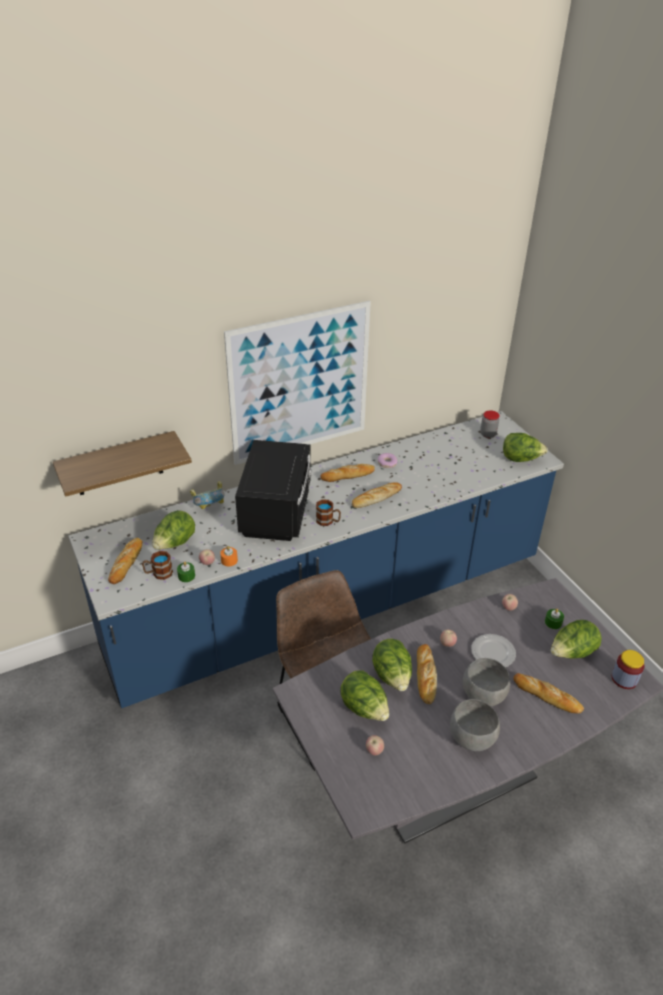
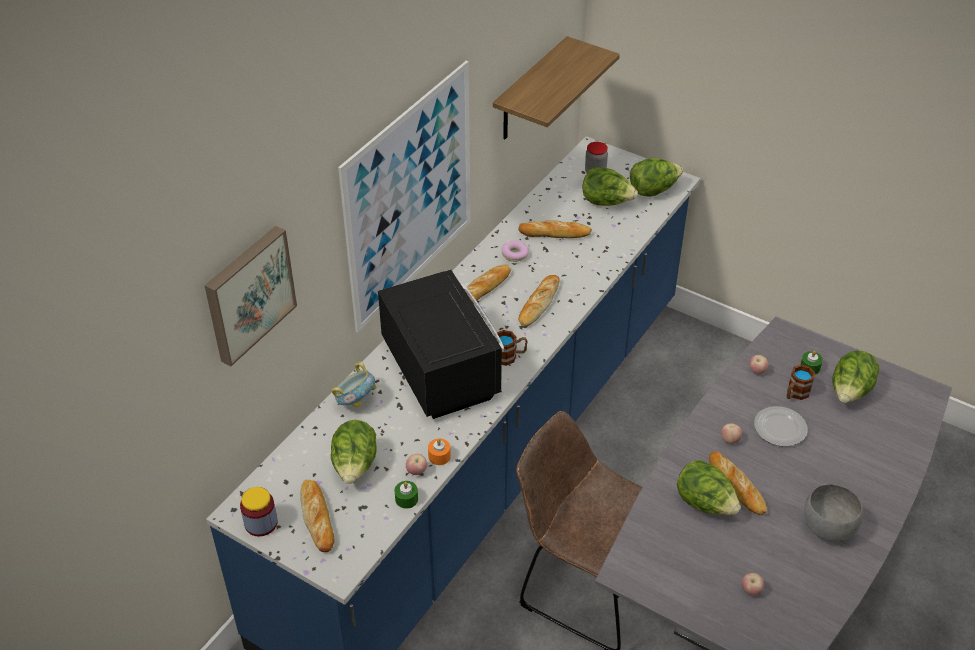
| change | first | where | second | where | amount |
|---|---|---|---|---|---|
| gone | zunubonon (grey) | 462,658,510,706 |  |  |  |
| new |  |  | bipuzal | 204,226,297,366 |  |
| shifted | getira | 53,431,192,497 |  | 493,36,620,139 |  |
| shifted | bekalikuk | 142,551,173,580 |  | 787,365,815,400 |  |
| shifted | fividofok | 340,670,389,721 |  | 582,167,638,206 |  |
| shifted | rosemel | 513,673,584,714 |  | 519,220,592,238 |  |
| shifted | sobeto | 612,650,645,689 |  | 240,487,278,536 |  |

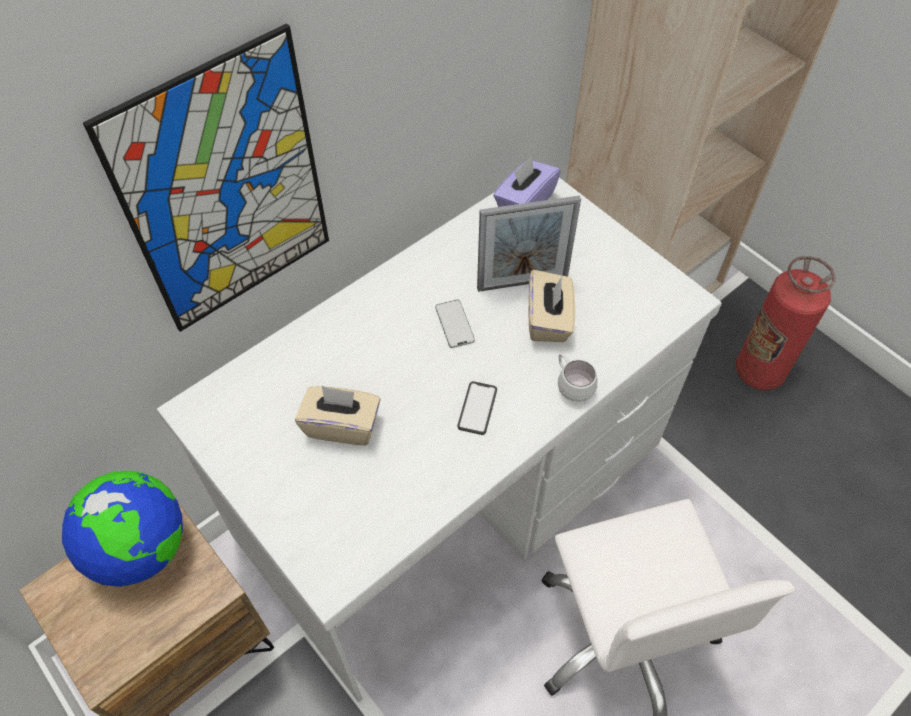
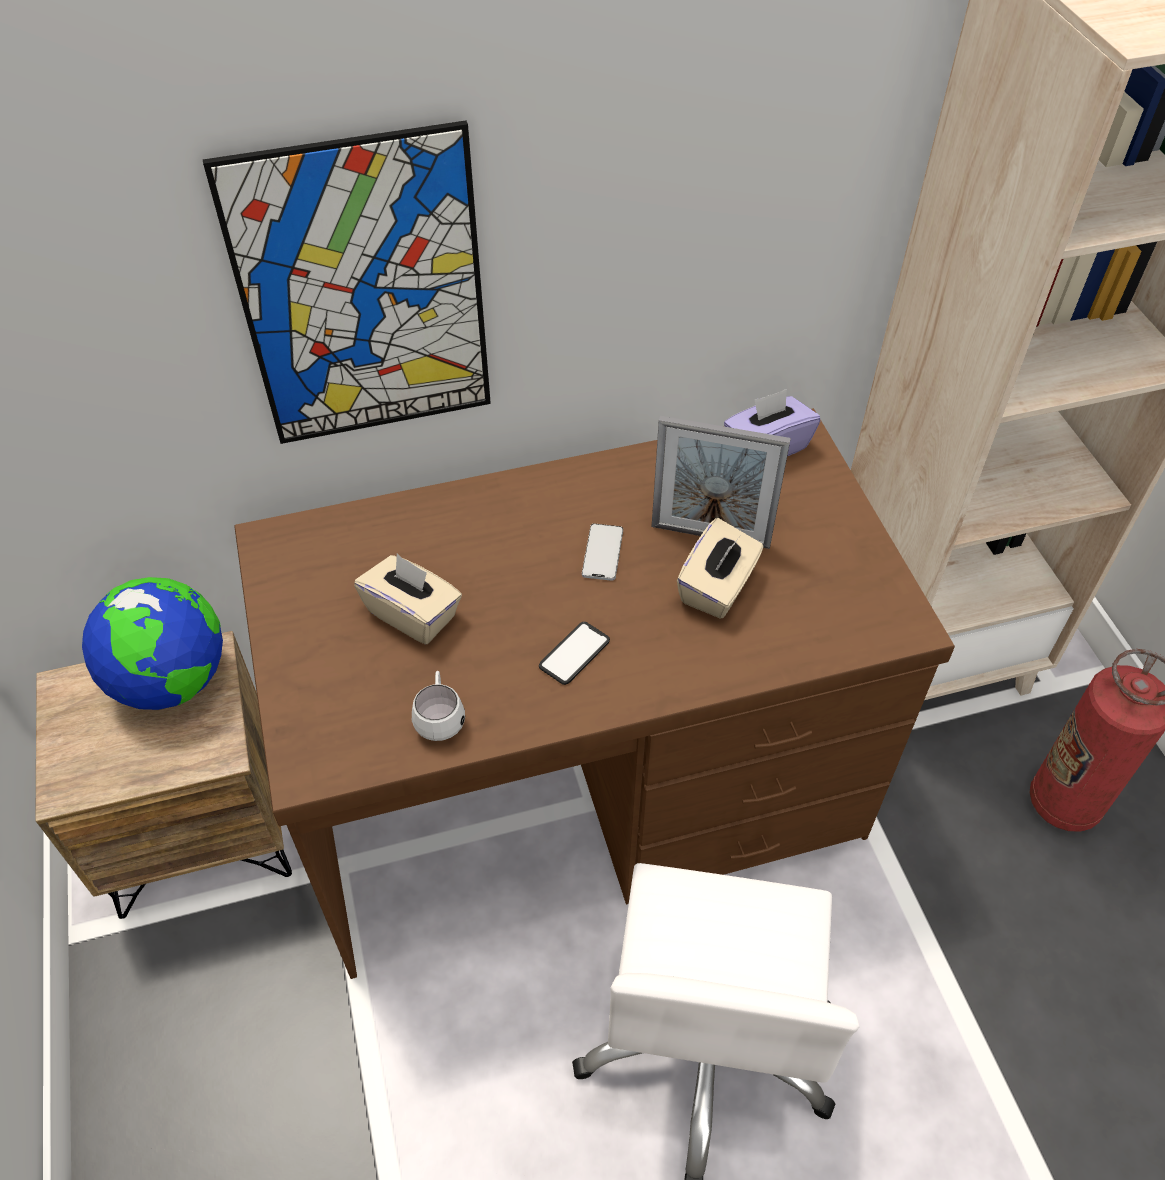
| change | first | where | second | where | amount |
|---|---|---|---|---|---|
| shifted | bekalikuk (white) | 558,353,597,402 |  | 412,671,465,741 |  |
| repainted | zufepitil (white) | 157,177,722,702 | zufepitil (brown) | 234,408,955,979 |  |

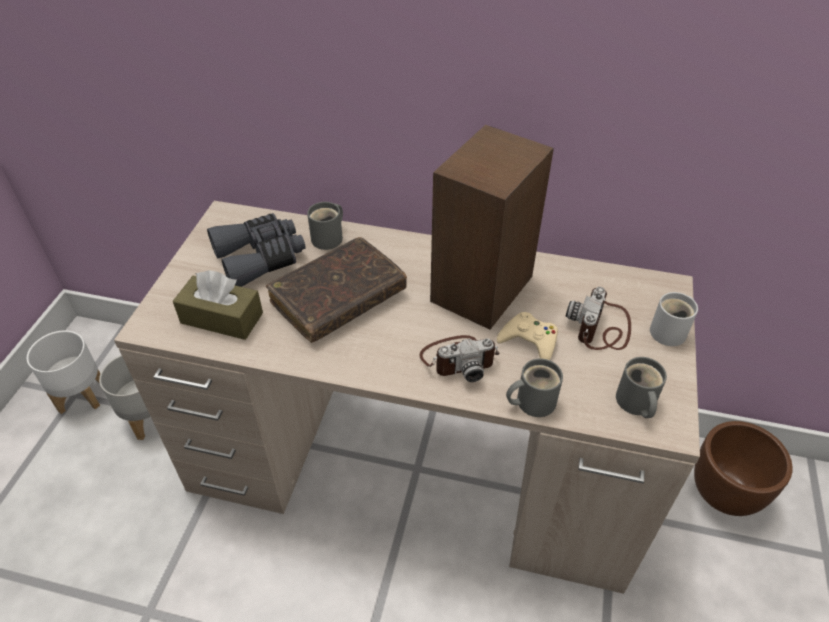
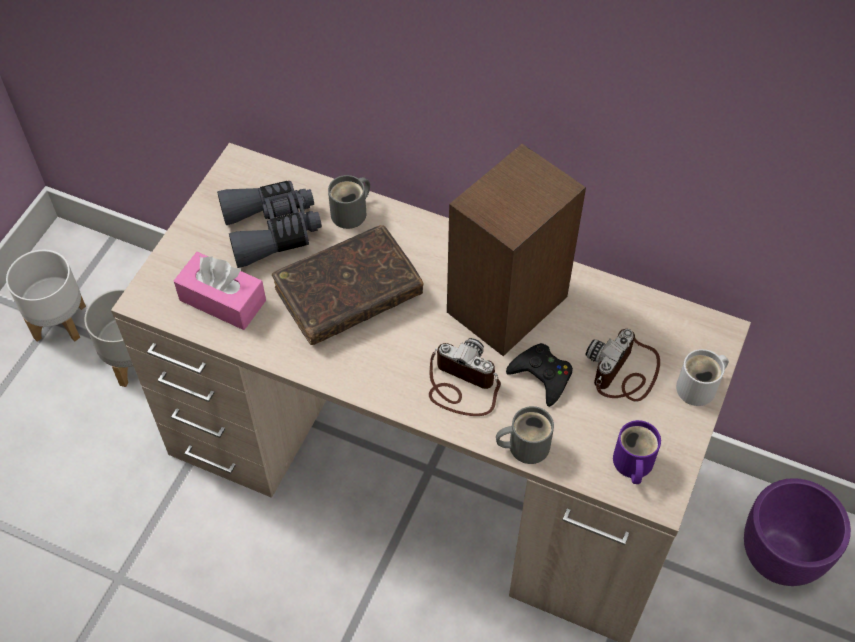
| change | first | where | second | where | amount |
|---|---|---|---|---|---|
| repainted | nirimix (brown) | 173,270,263,340 | nirimix (pink) | 174,252,266,330 |  |
| repainted | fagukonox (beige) | 497,312,558,360 | fagukonox (black) | 506,343,573,407 |  |
| repainted | bekalikuk (grey) | 616,357,667,418 | bekalikuk (purple) | 613,420,661,484 |  |
| repainted | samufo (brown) | 694,421,793,516 | samufo (purple) | 744,478,851,586 |  |
| rotated | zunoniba | 420,335,500,382 |  | 429,338,501,416 | 150 degrees counterclockwise |

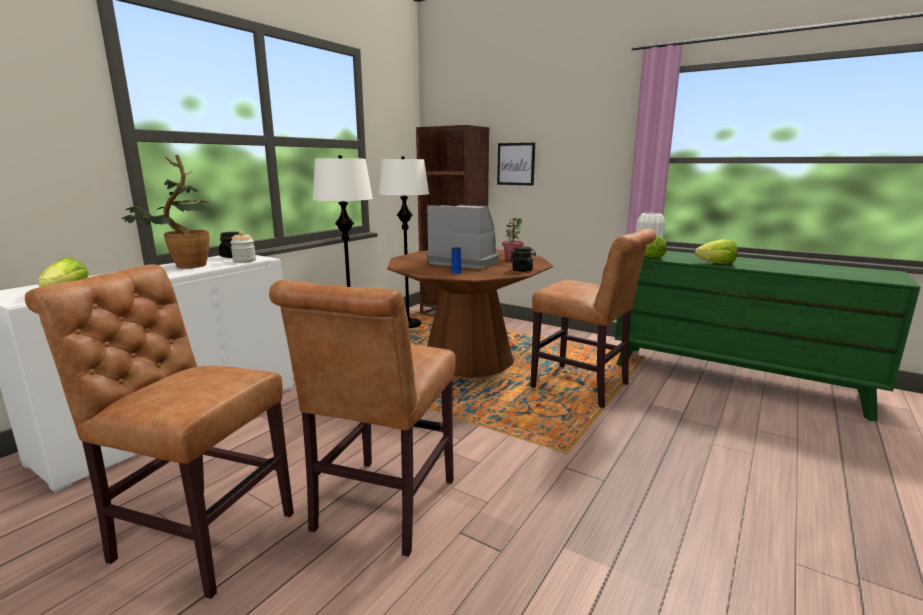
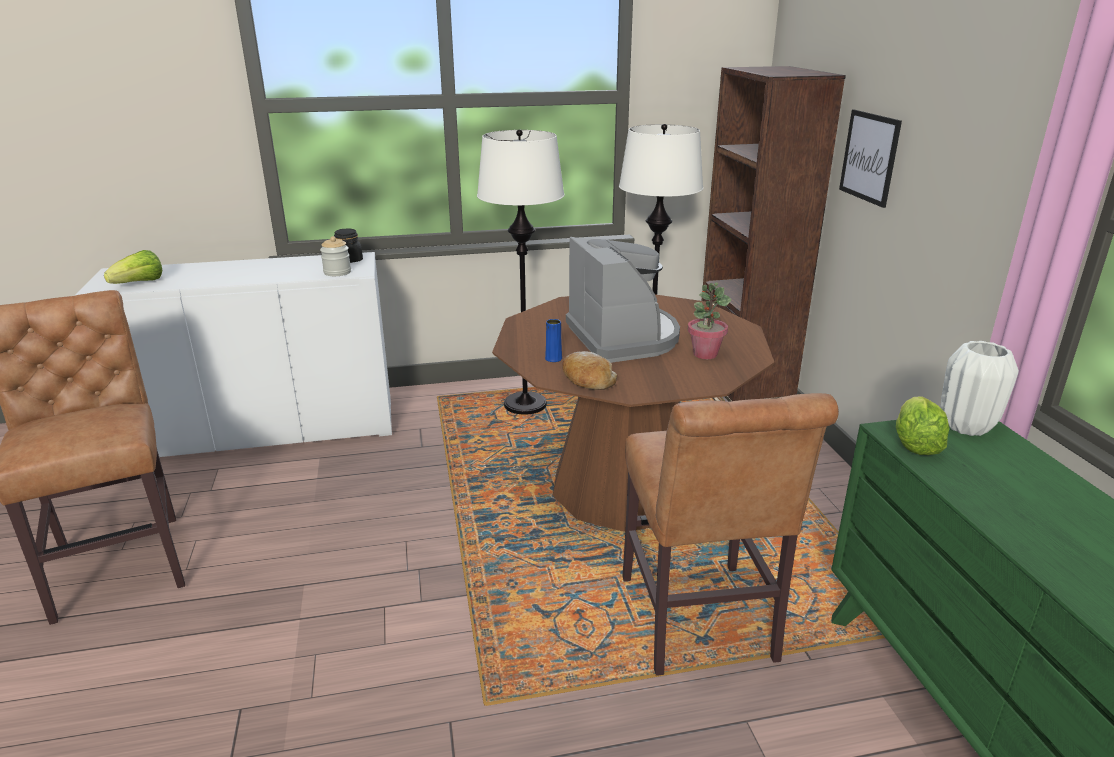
| change | first | where | second | where | amount |
|---|---|---|---|---|---|
| gone | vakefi | 121,155,211,268 |  |  |  |
| gone | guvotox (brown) | 269,280,456,557 |  |  |  |
| gone | sobeto (black) | 510,246,536,272 |  |  |  |
| gone | fividofok | 695,239,738,264 |  |  |  |
| new |  |  | rosemel | 562,351,617,390 |  |

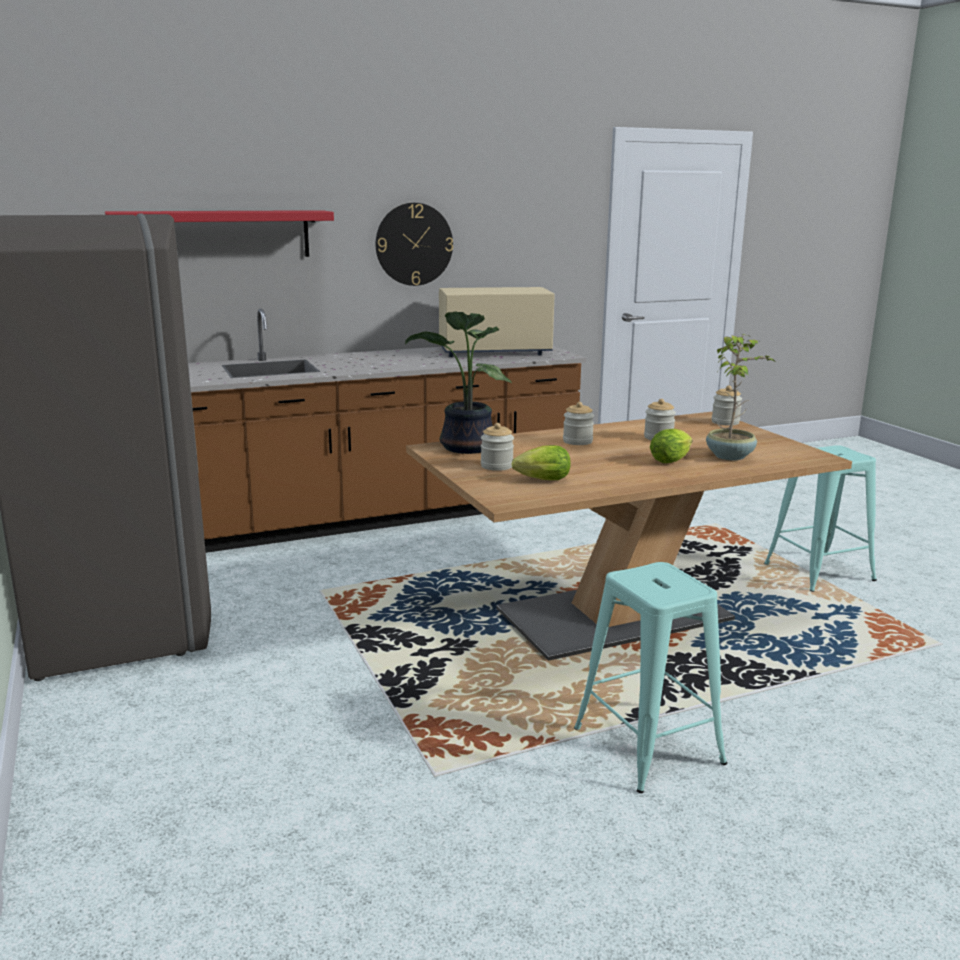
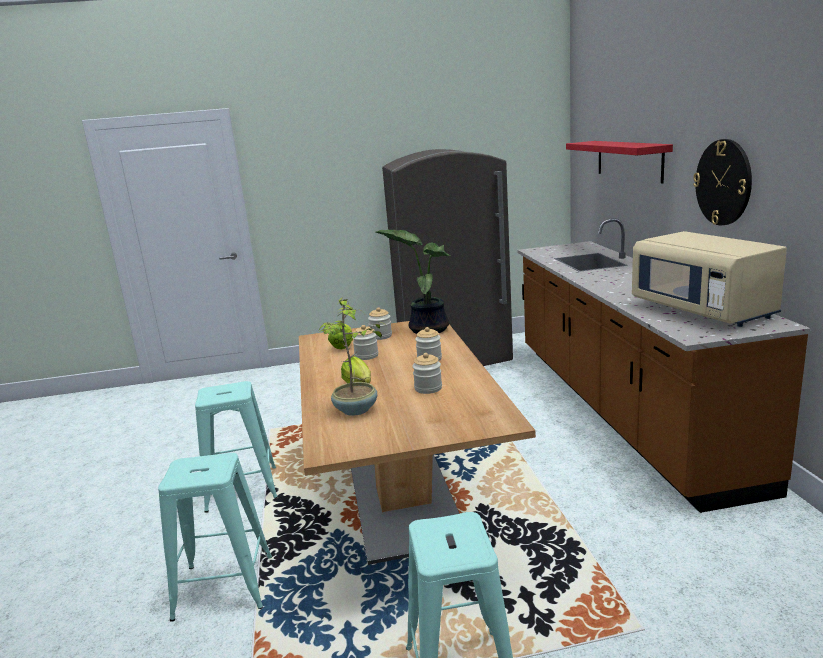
| change | first | where | second | where | amount |
|---|---|---|---|---|---|
| new |  |  | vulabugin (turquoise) | 158,453,272,622 |  |
| shifted | sobeto | 712,385,742,426 |  | 352,325,378,360 |  |
| rotated | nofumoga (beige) | 439,287,555,357 |  | 632,231,787,327 | 150 degrees clockwise |

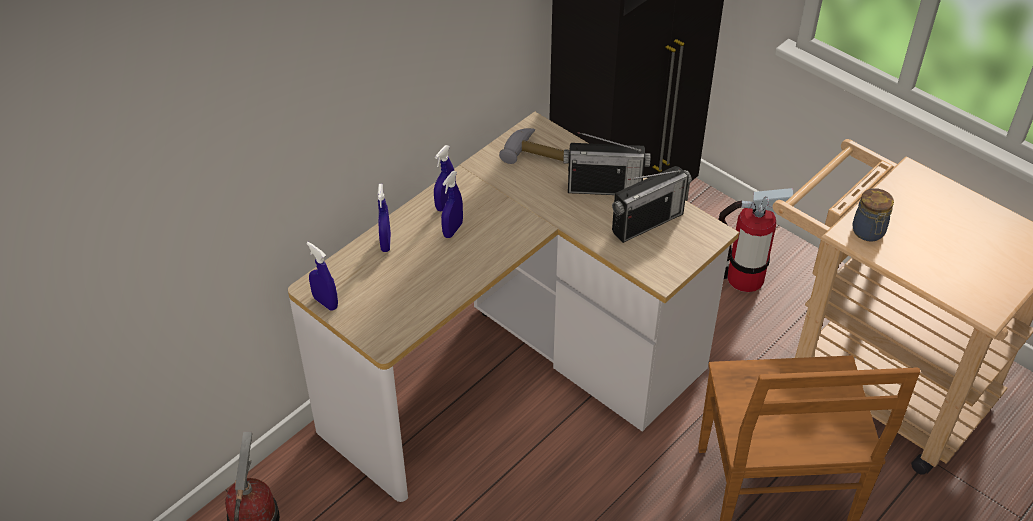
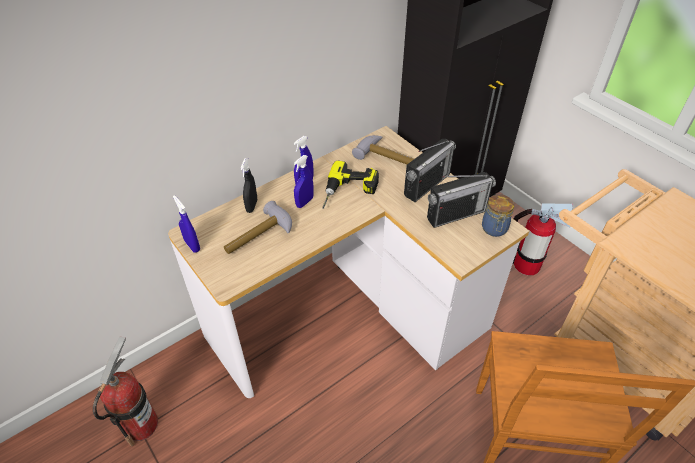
| change | first | where | second | where | amount |
|---|---|---|---|---|---|
| new |  |  | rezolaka | 224,201,292,254 |  |
| new |  |  | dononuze | 322,160,379,209 |  |
| shifted | sobeto | 852,188,894,241 |  | 482,194,514,237 |  |
| repainted | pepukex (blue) | 377,184,391,252 | pepukex (black) | 240,158,257,213 |  |
| rotated | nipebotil | 563,132,651,195 |  | 404,139,456,202 | 60 degrees counterclockwise |

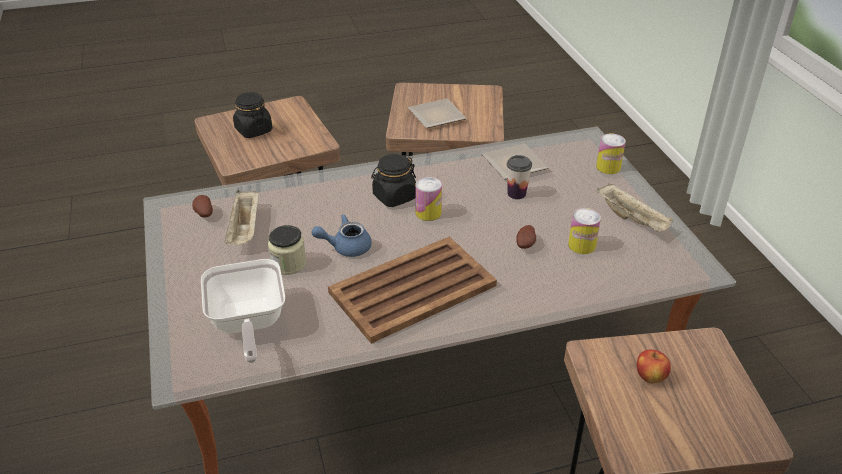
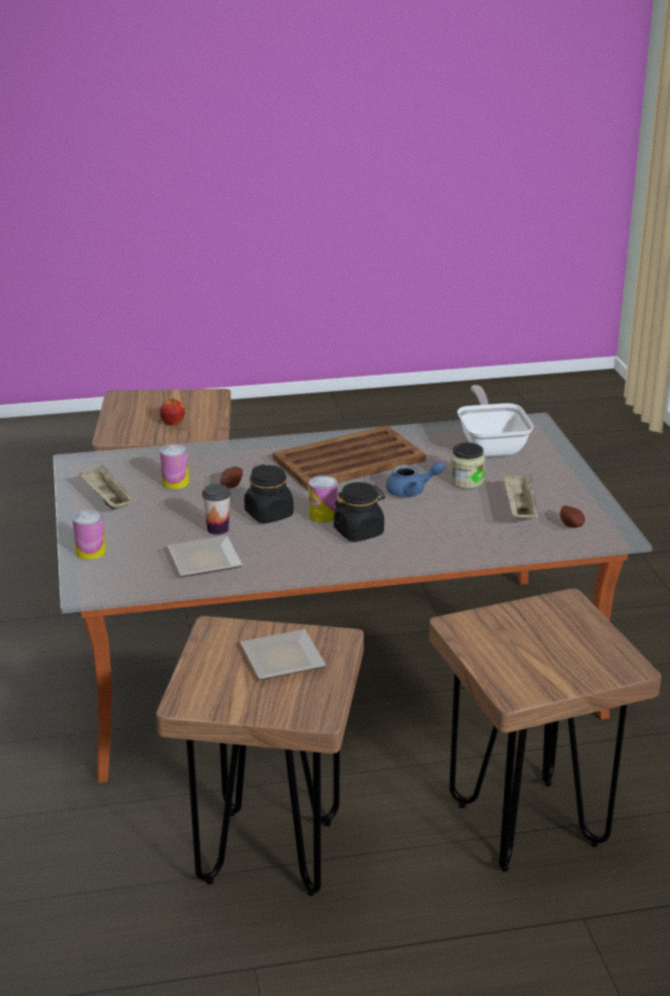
| change | first | where | second | where | amount |
|---|---|---|---|---|---|
| shifted | sobeto (black) | 233,92,273,138 |  | 244,464,294,523 |  |

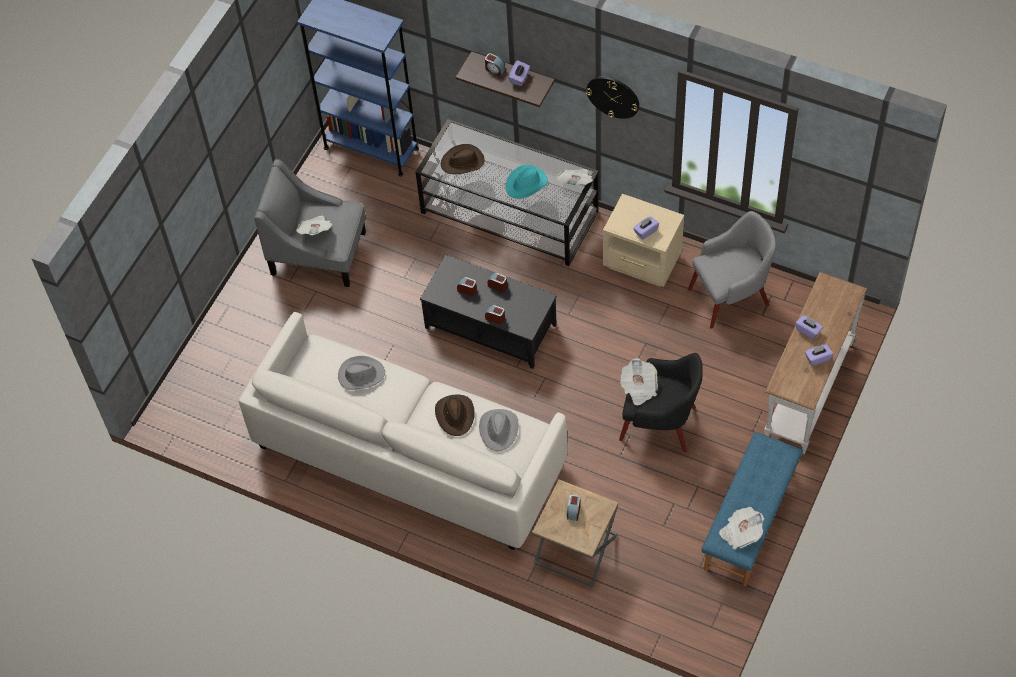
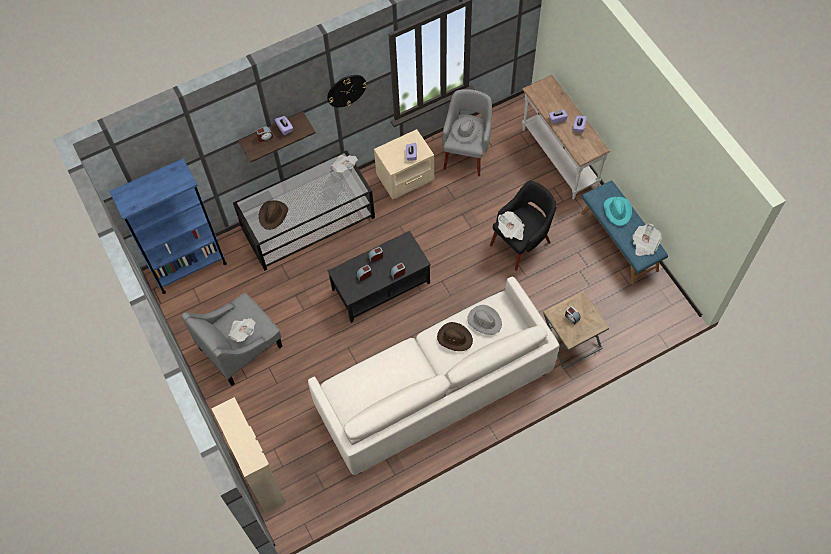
| change | first | where | second | where | amount |
|---|---|---|---|---|---|
| new |  |  | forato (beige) | 212,397,286,513 |  |
| shifted | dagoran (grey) | 338,356,385,390 |  | 452,116,481,143 |  |
| shifted | dagoran (turquoise) | 505,165,547,199 |  | 604,197,632,226 |  |

